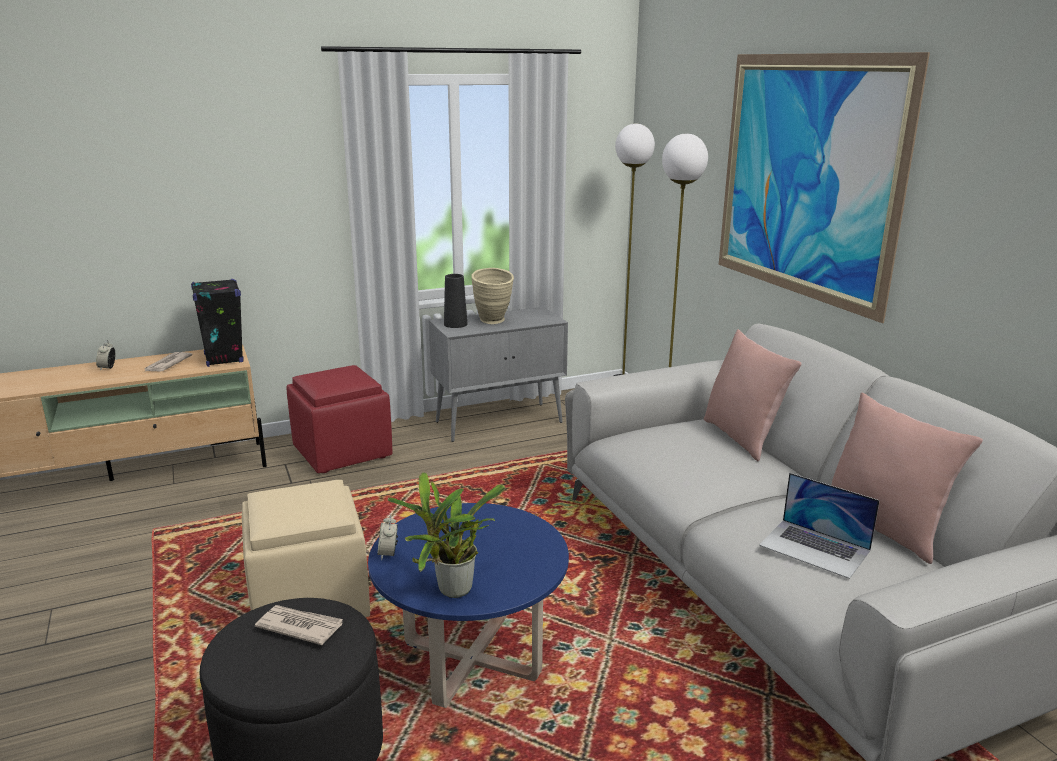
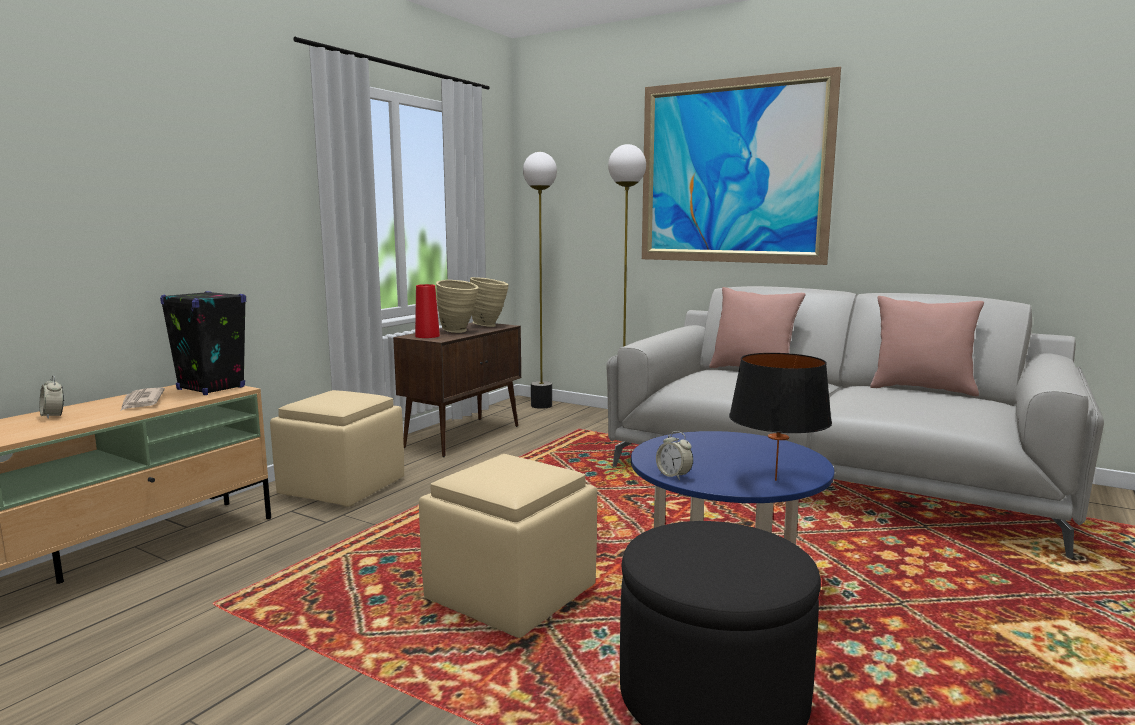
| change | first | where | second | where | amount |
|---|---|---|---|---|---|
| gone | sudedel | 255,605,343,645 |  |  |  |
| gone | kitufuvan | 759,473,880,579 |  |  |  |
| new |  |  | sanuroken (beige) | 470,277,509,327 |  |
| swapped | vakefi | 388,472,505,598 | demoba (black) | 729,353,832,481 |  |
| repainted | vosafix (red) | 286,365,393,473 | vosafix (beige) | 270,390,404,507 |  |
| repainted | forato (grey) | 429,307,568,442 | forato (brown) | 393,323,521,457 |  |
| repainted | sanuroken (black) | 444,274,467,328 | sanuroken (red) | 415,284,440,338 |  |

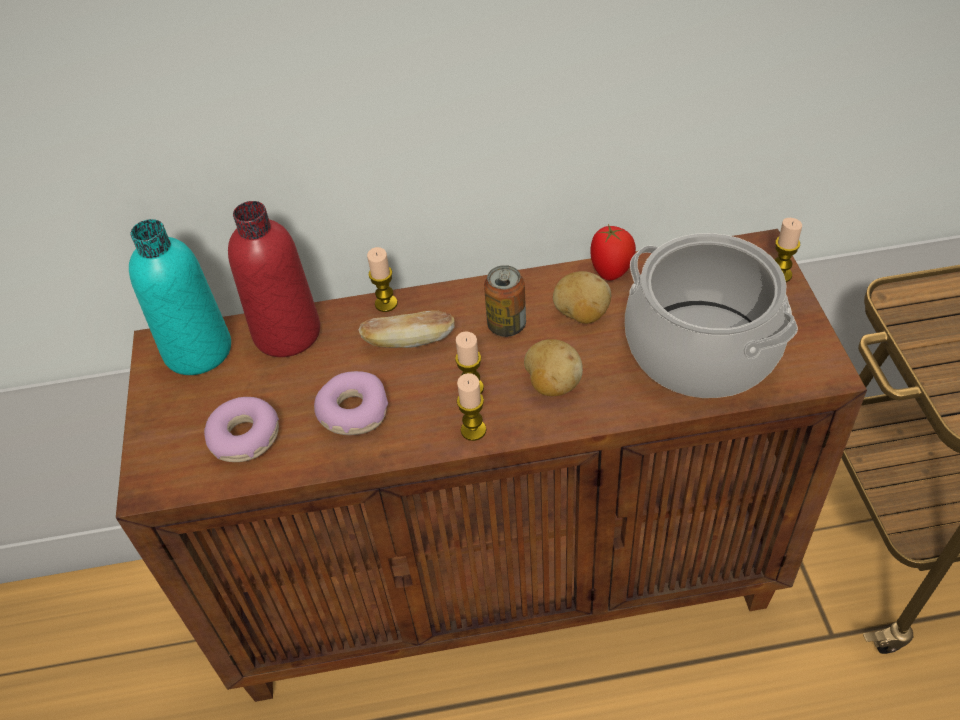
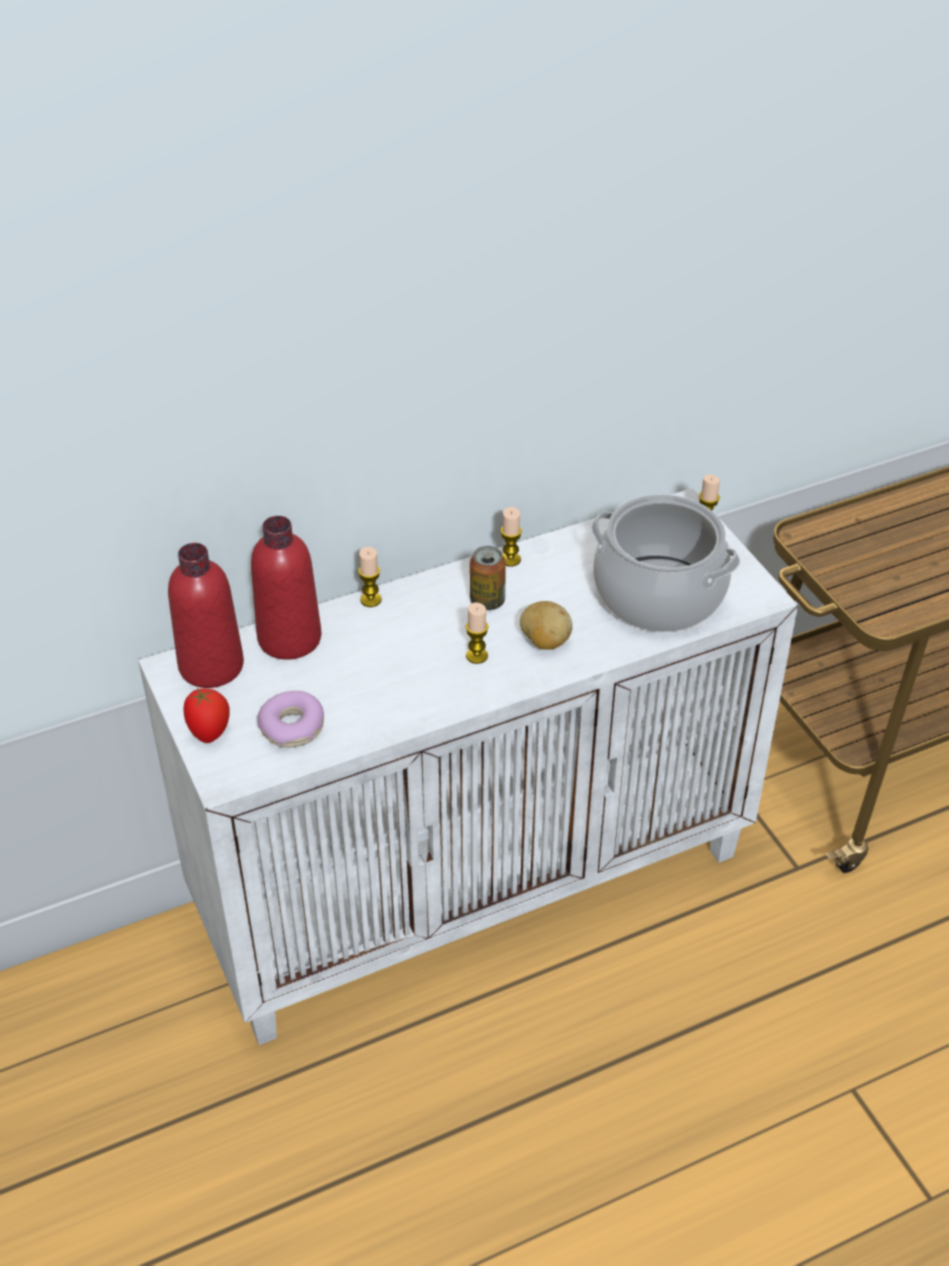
| change | first | where | second | where | amount |
|---|---|---|---|---|---|
| gone | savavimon | 314,371,388,435 |  |  |  |
| gone | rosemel | 358,310,455,348 |  |  |  |
| gone | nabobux | 553,271,611,324 |  |  |  |
| shifted | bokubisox | 457,373,486,441 |  | 501,507,522,567 |  |
| shifted | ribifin | 591,224,636,281 |  | 183,687,230,743 |  |
| repainted | forato (brown) | 116,229,867,702 | forato (white) | 138,488,798,1045 |  |
| repainted | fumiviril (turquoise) | 129,219,231,375 | fumiviril (red) | 168,543,244,688 |  |

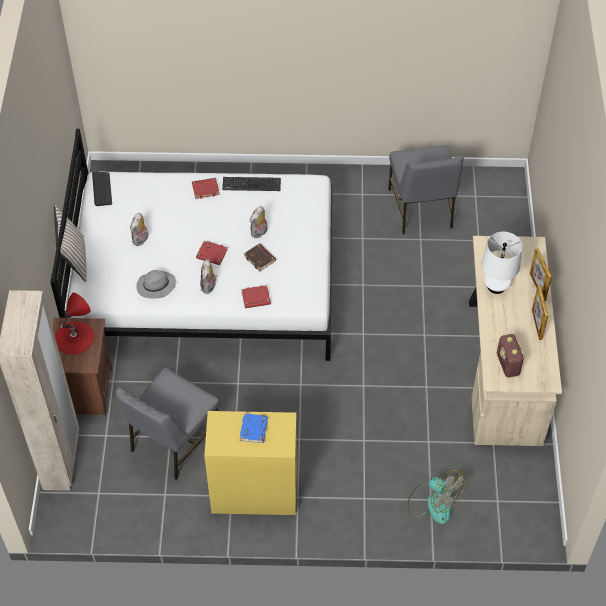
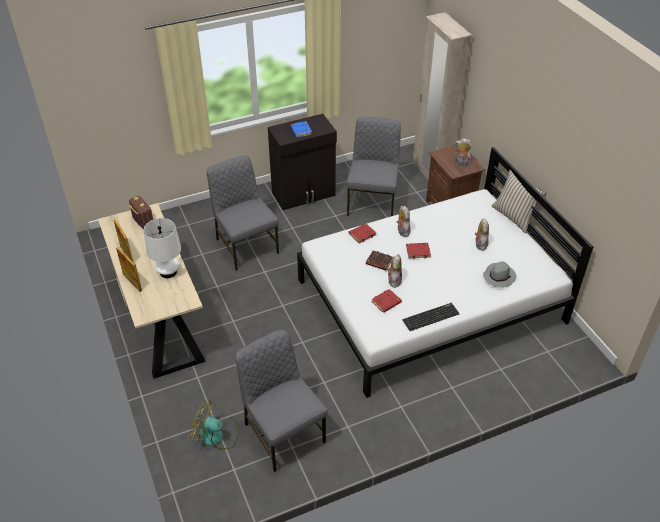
| change | first | where | second | where | amount |
|---|---|---|---|---|---|
| gone | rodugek | 92,172,112,206 |  |  |  |
| new |  |  | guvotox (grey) | 207,155,279,271 |  |
| shifted | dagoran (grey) | 136,270,176,299 |  | 483,262,517,288 |  |
| shifted | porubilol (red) | 192,178,220,199 |  | 371,289,402,313 |  |
| shifted | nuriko | 407,470,465,524 |  | 190,400,239,450 |  |
| swapped | demoba (red) | 55,293,95,355 | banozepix | 455,138,471,166 |  |
| repainted | forato (yellow) | 204,411,297,515 | forato (black) | 268,114,337,210 |  |

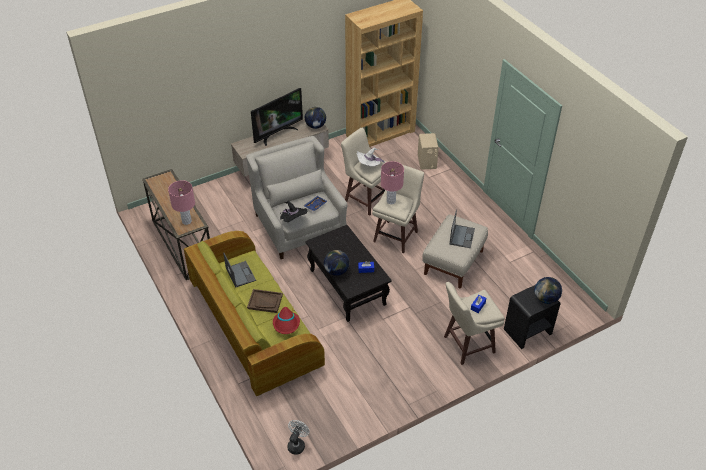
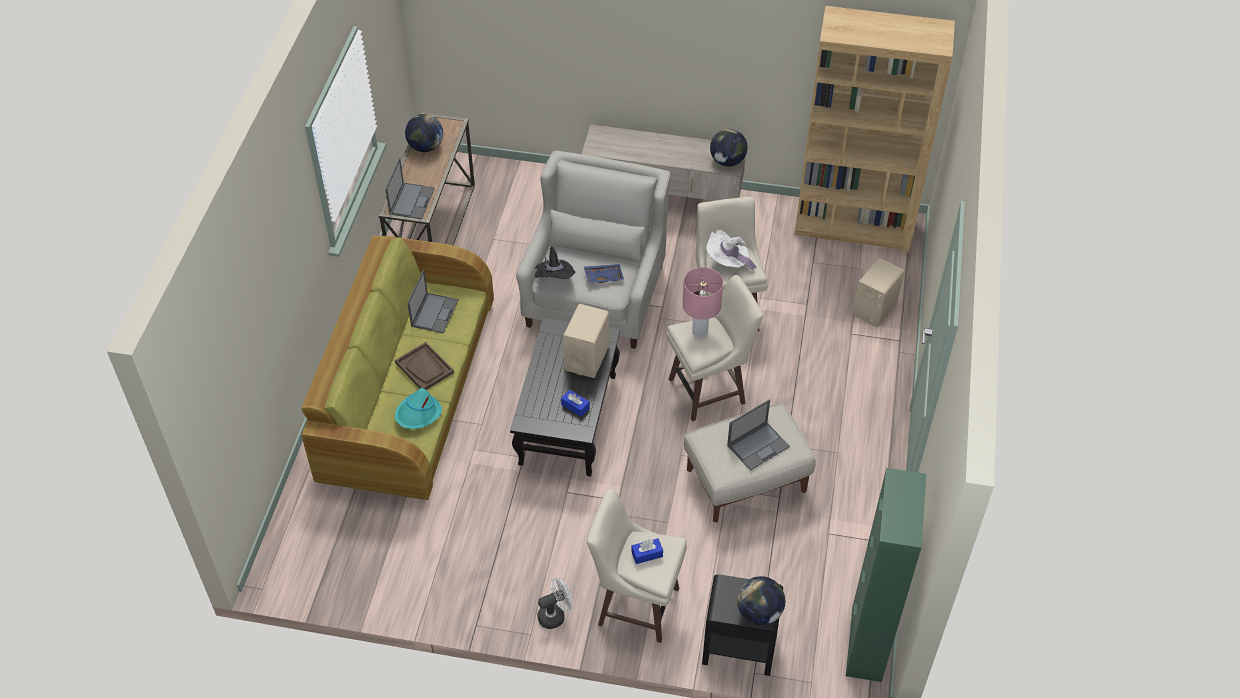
| change | first | where | second | where | amount |
|---|---|---|---|---|---|
| gone | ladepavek | 251,88,303,146 |  |  |  |
| new |  |  | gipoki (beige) | 563,304,609,378 |  |
| new |  |  | forato (green) | 846,468,926,682 |  |
| shifted | nuriko (white) | 287,420,310,455 |  | 537,578,573,629 |  |
| shifted | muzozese | 324,250,349,276 |  | 405,114,443,152 |  |
| swapped | demoba (pink) | 168,180,195,225 | kitufuvan | 385,158,435,219 |  |
| repainted | dagoran (red) | 273,307,300,334 | dagoran (turquoise) | 395,388,442,429 |  |

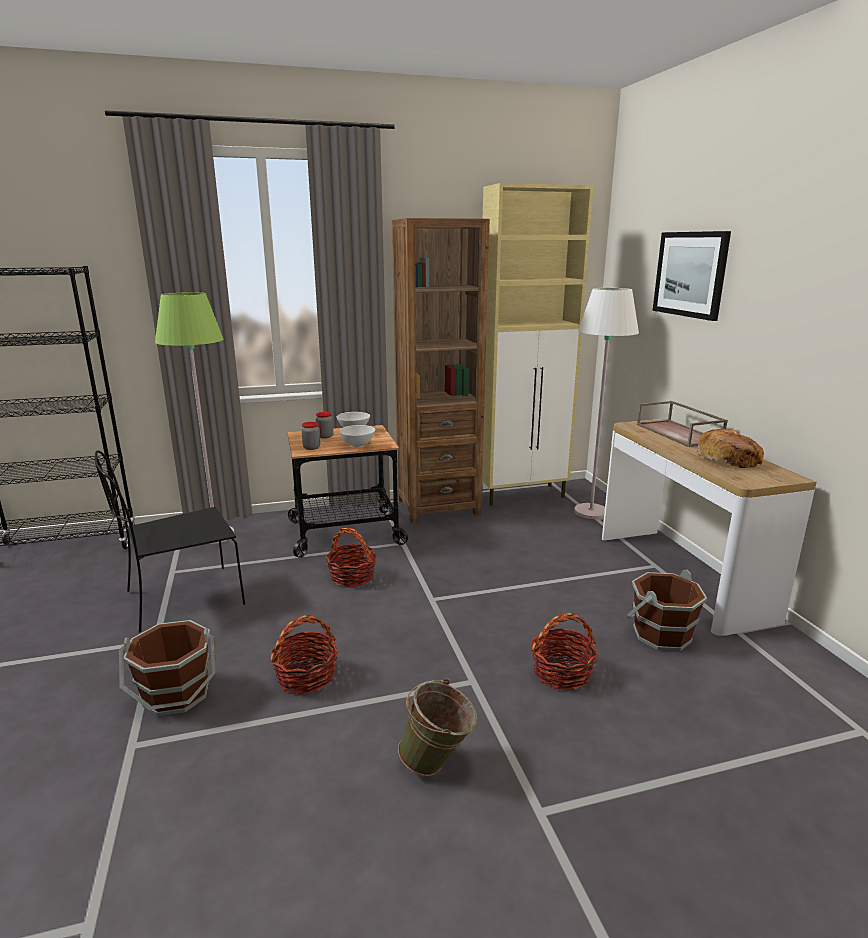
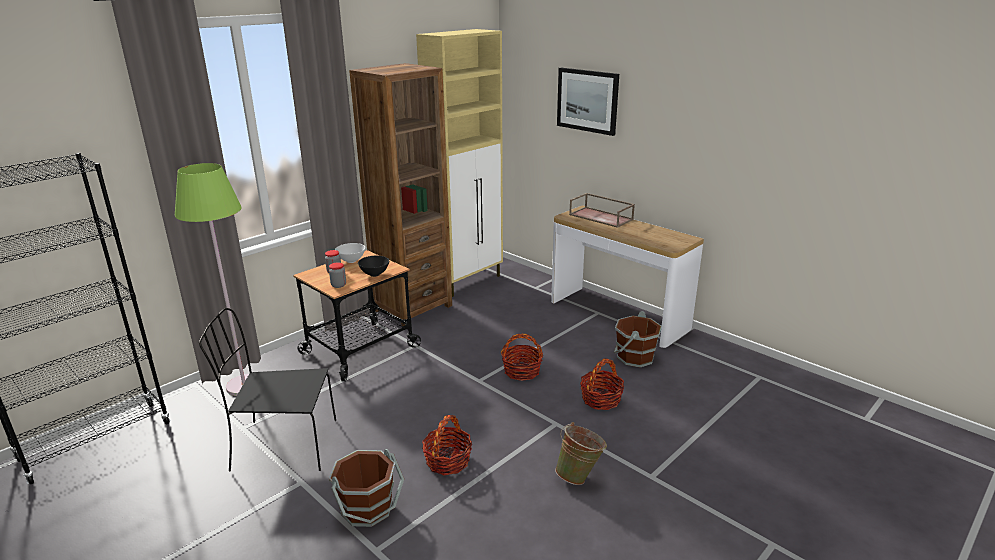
| change | first | where | second | where | amount |
|---|---|---|---|---|---|
| gone | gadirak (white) | 574,288,639,519 |  |  |  |
| gone | rosemel | 696,429,764,468 |  |  |  |
| shifted | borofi | 325,528,377,587 |  | 500,334,543,381 |  |
| repainted | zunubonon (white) | 339,425,375,448 | zunubonon (black) | 358,256,389,277 |  |
| rotated | guvotox (black) | 94,450,245,633 |  | 199,308,336,472 | 60 degrees clockwise |

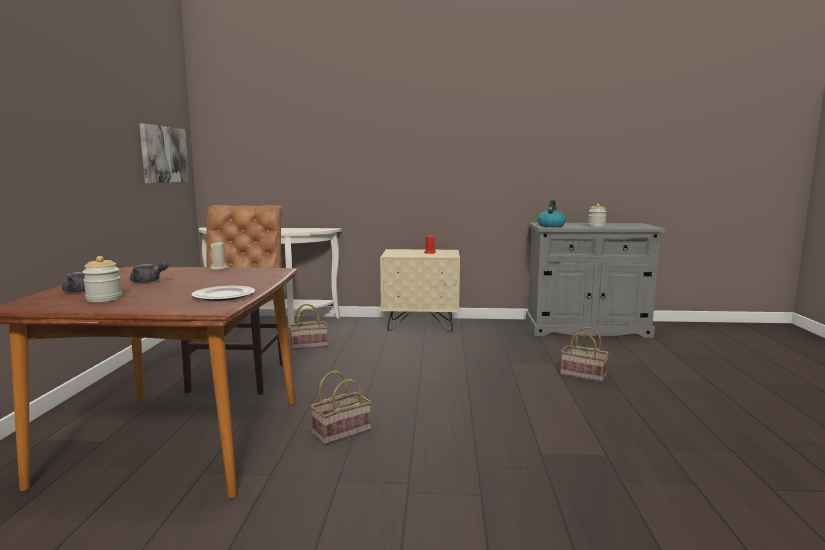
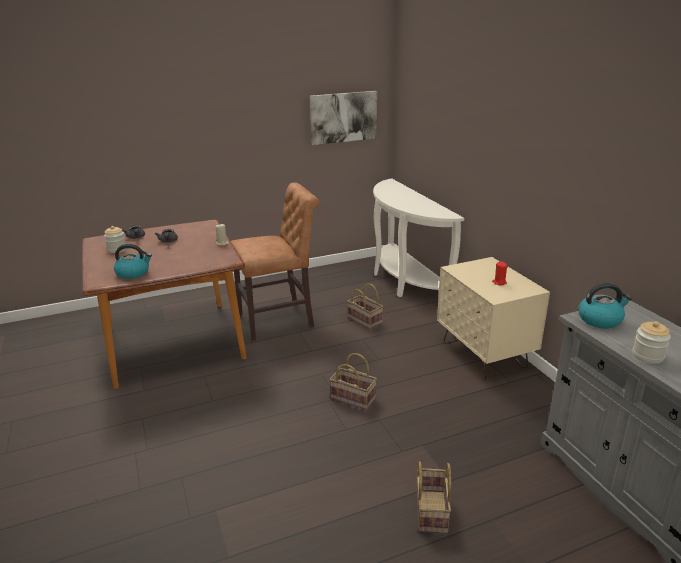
| change | first | where | second | where | amount |
|---|---|---|---|---|---|
| shifted | borofi | 310,371,371,445 |  | 329,353,377,410 |  |
| swapped | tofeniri | 191,286,255,301 | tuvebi | 114,244,152,279 |  |

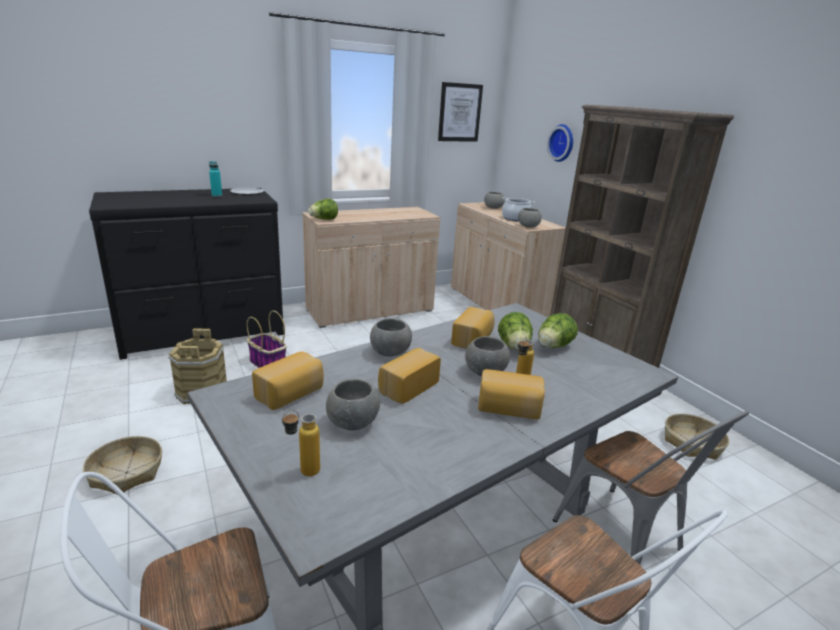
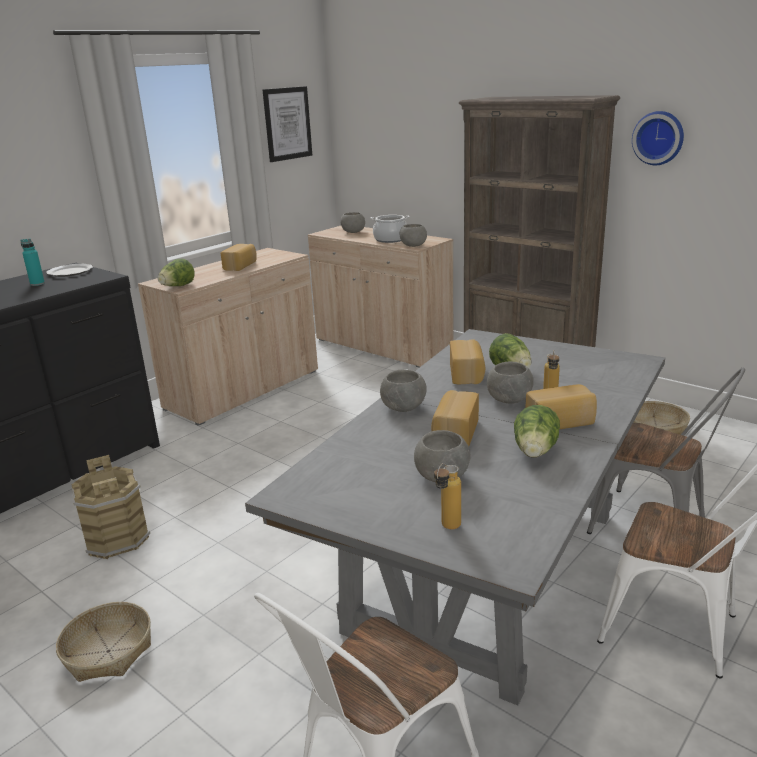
| change | first | where | second | where | amount |
|---|---|---|---|---|---|
| gone | borofi | 247,311,286,368 |  |  |  |
| shifted | rosemel | 252,351,324,410 |  | 221,244,257,271 |  |
| shifted | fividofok | 538,313,578,348 |  | 514,405,560,458 |  |
| shifted | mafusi | 547,124,573,162 |  | 632,111,684,165 |  |

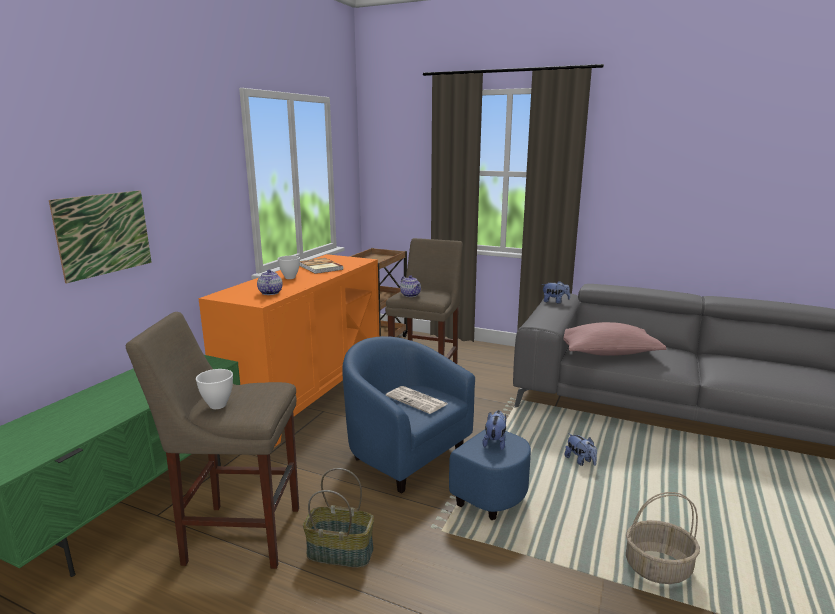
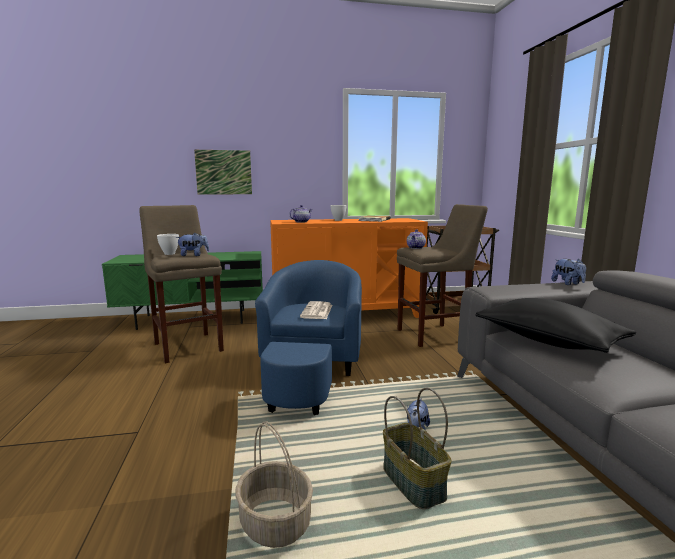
| change | first | where | second | where | amount |
|---|---|---|---|---|---|
| shifted | borofi | 303,468,374,568 |  | 383,388,451,509 |  |
| shifted | banozepix | 482,410,506,450 |  | 176,233,209,256 |  |
| repainted | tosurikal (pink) | 564,322,666,356 | tosurikal (black) | 475,298,636,353 |  |

